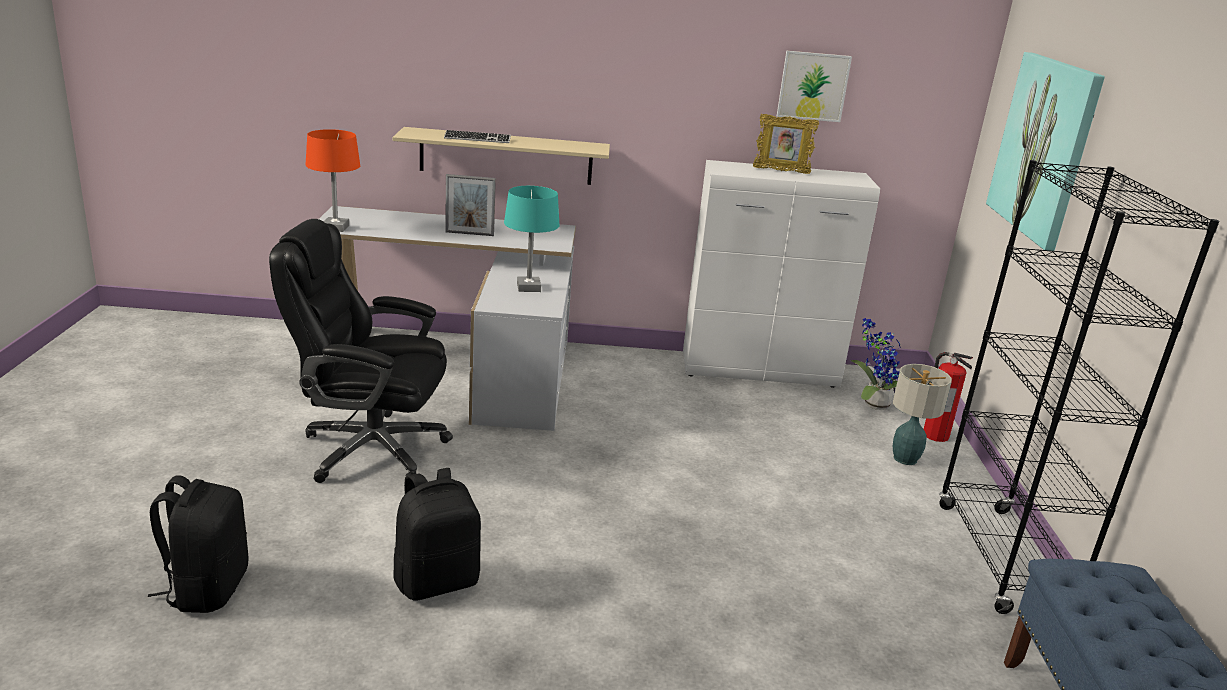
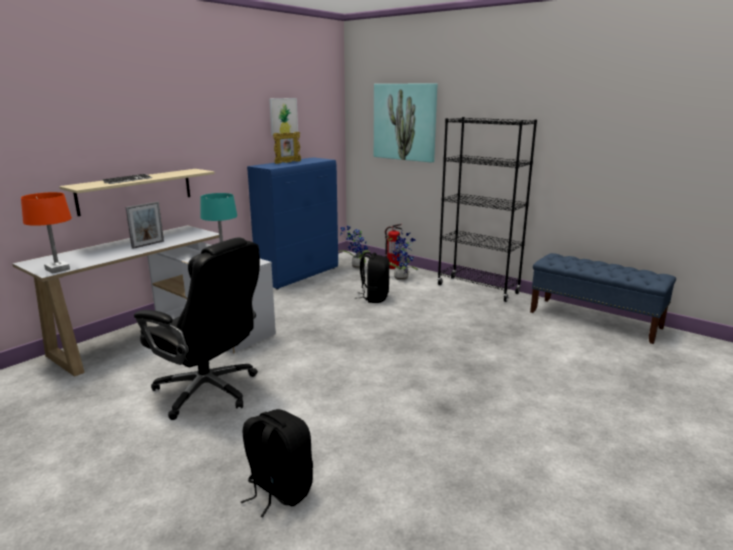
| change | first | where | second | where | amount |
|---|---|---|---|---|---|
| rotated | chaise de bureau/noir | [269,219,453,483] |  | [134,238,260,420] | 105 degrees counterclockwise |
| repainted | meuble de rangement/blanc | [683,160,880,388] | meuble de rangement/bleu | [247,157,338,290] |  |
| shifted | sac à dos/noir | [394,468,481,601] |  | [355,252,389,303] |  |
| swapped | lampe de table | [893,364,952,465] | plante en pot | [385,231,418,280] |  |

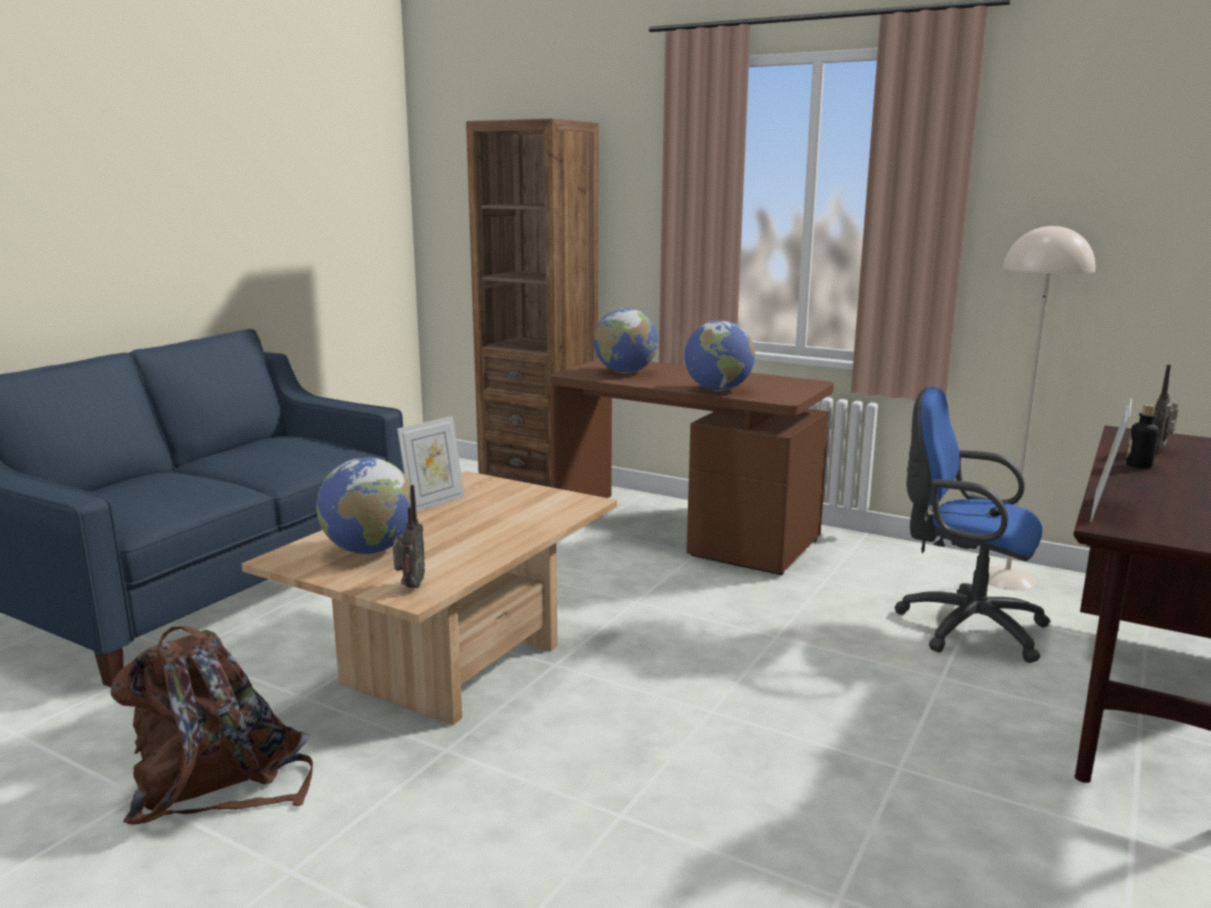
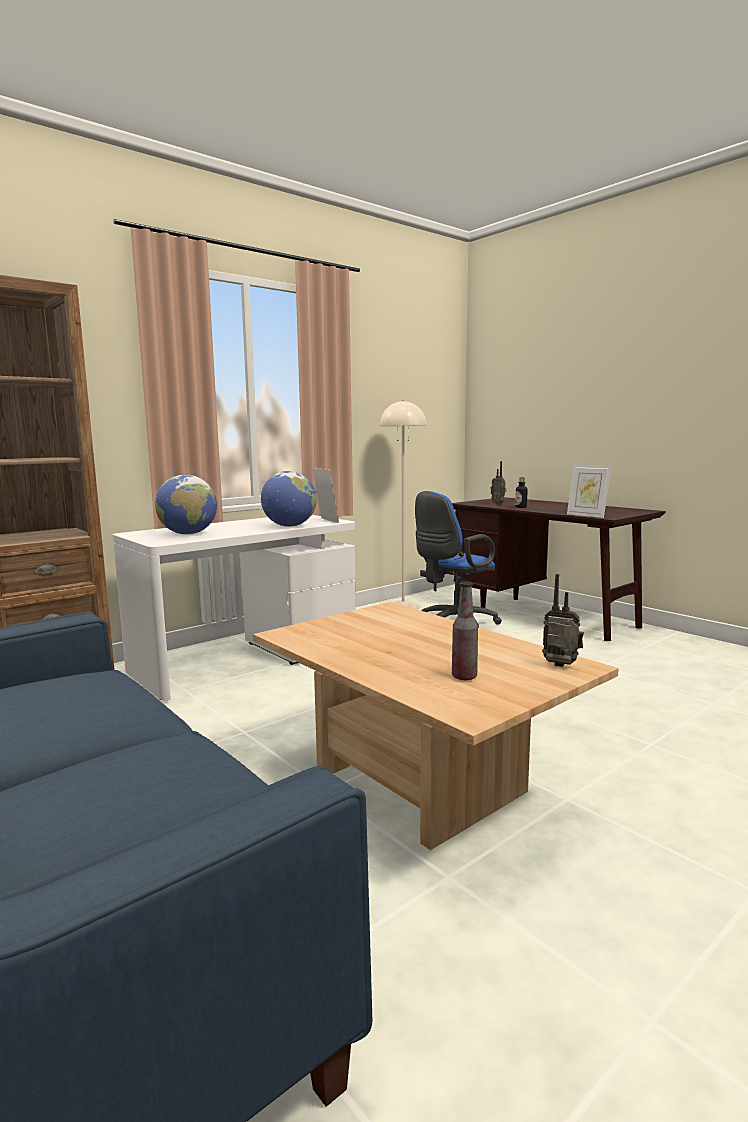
| change | first | where | second | where | amount |
|---|---|---|---|---|---|
| repainted | bureau/marron | [550,359,834,575] | bureau/blanc | [113,515,356,701] |  |
| shifted | cadre photo | [397,416,465,512] |  | [312,468,339,523] |  |
| swapped | globe | [316,457,416,554] | bouteille | [452,581,478,680] |  |
| gone | sac à dos/marron | [111,626,313,825] |  |  |  |

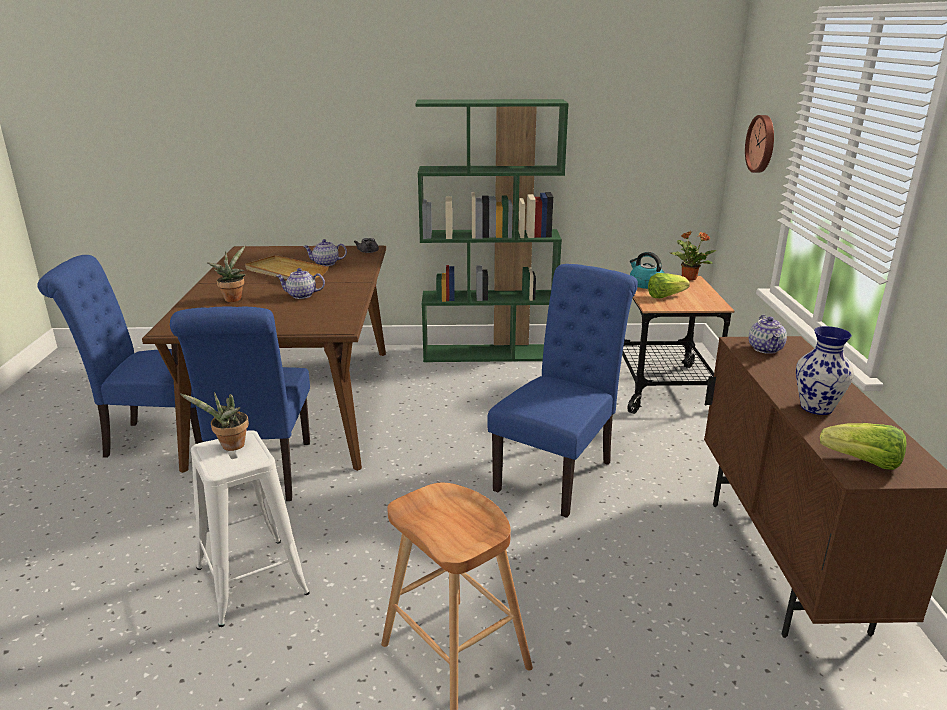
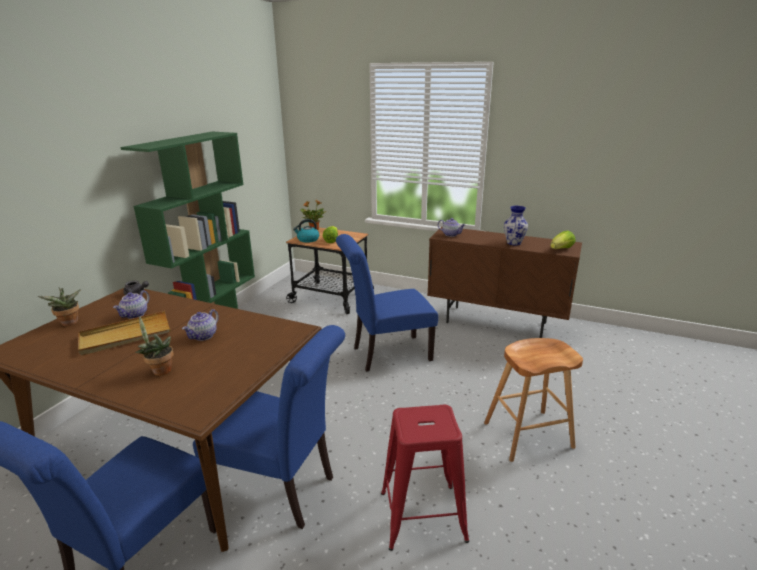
| change | first | where | second | where | amount |
|---|---|---|---|---|---|
| shifted | plante en pot | [180,392,249,451] |  | [38,287,81,326] |  |
| rotated | chaise/bleu | [487,264,638,518] |  | [336,234,438,372] | 75 degrees counterclockwise |
| repainted | tabouret/blanc | [191,430,310,627] | tabouret/rouge | [381,405,469,551] |  |
| gone | horloge murale | [745,115,774,173] |  |  |  |

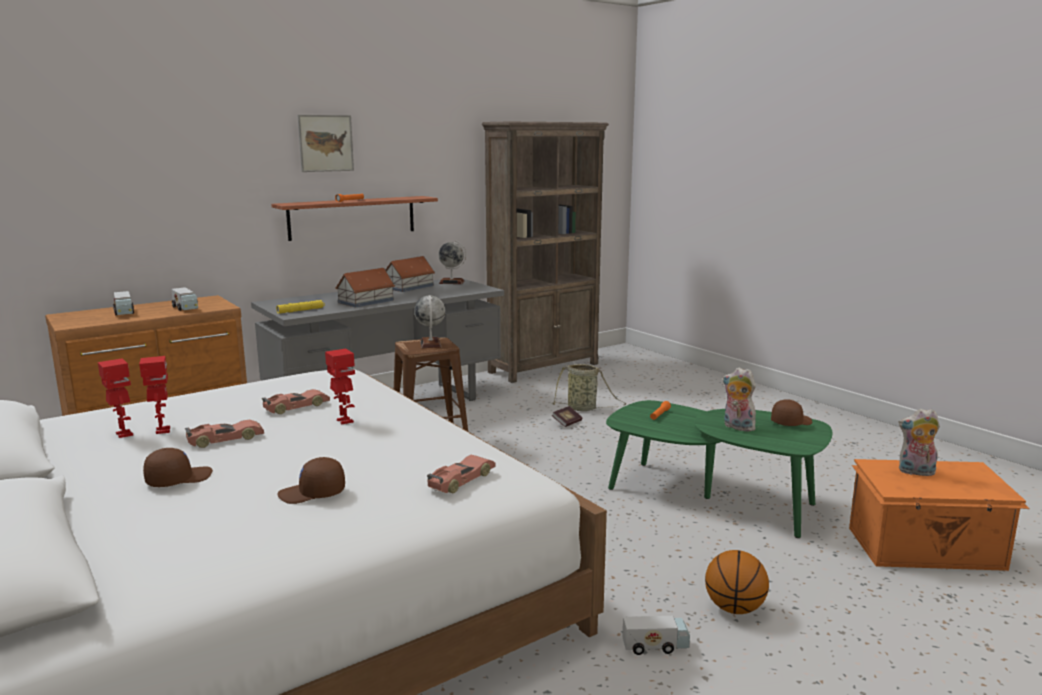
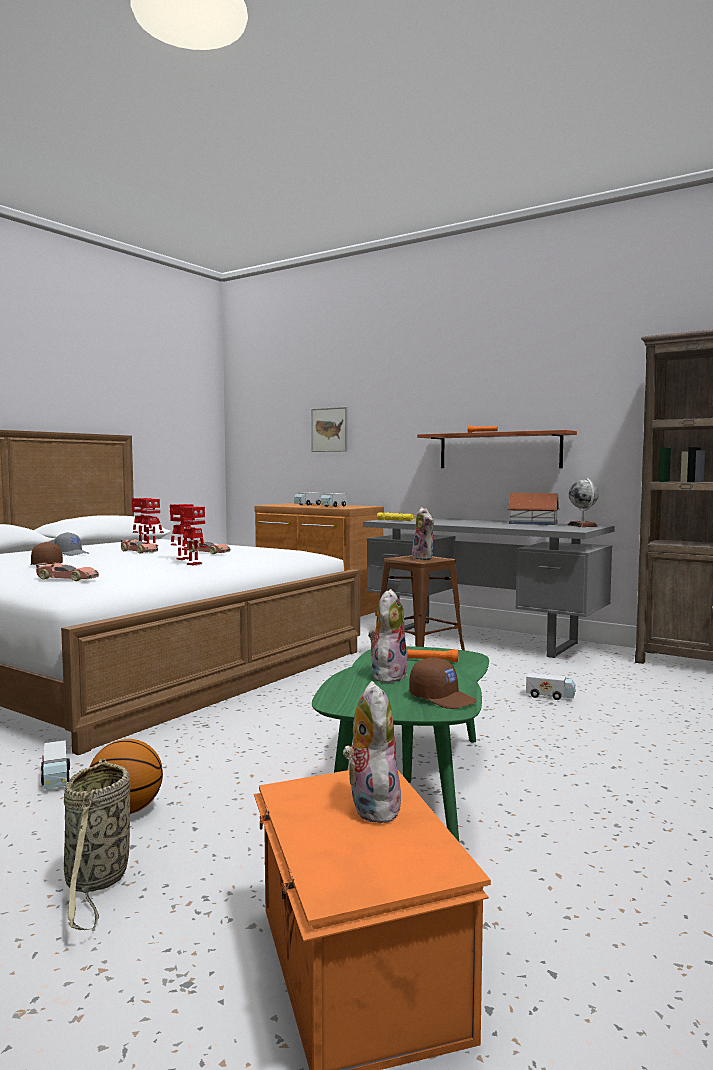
| change | first | where | second | where | amount |
|---|---|---|---|---|---|
| repainted | casquette/marron | [143,448,213,487] | casquette/gris | [54,532,89,556] |  |
| shifted | panier | [551,364,626,411] |  | [64,759,131,930] |  |
| new |  |  | robot jouet | [180,506,207,566] |  |
| shifted | tableau | [297,115,354,172] |  | [311,407,348,452] |  |
| swapped | globe | [414,295,445,348] | peluche | [412,507,435,560] |  |
| swapped | livre | [552,406,583,427] | camion jouet | [526,673,576,700] |  |
| gone | maison miniature | [335,268,395,308] |  |  |  |

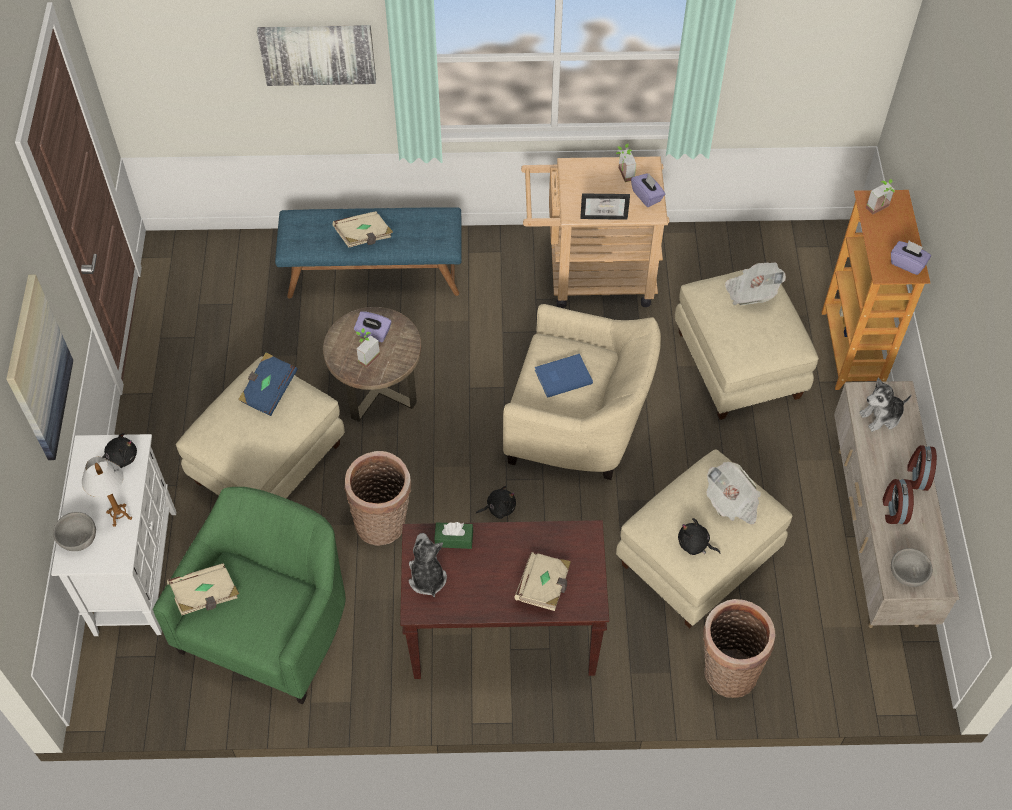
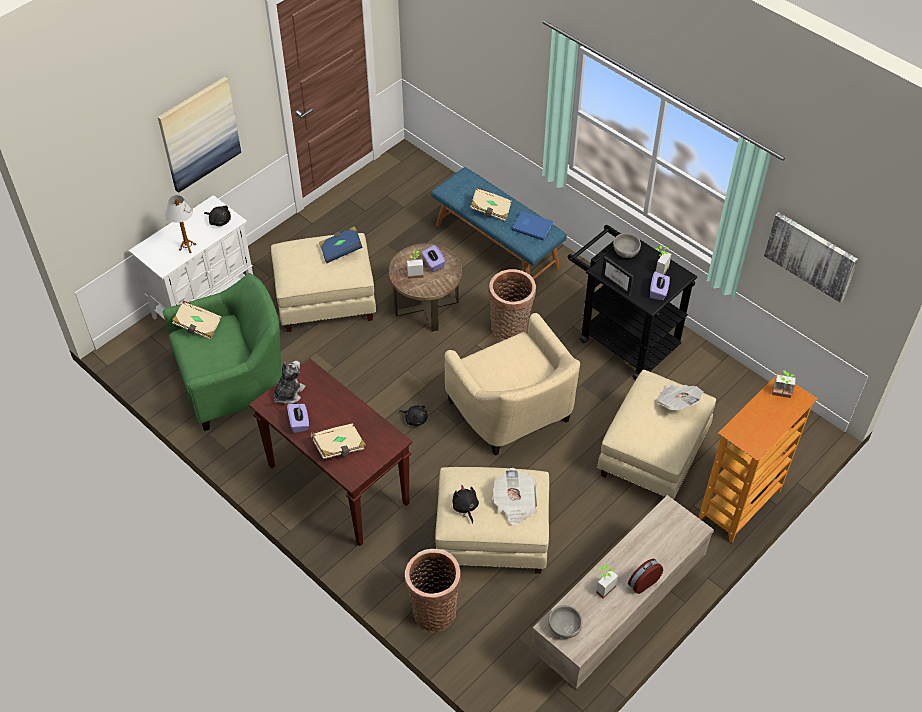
| change | first | where | second | where | amount |
|---|---|---|---|---|---|
| shifted | boîte à mouchoirs/violet | [891,240,931,275] |  | [287,404,309,433] |  |
| shifted | panier | [344,451,411,546] |  | [488,269,536,340] |  |
| shifted | livre/bleu | [535,354,593,398] |  | [512,211,554,241] |  |
| repainted | chariot/beige | [521,156,669,308] | chariot/noir | [568,225,697,380] |  |
| swapped | réveil | [883,479,914,524] | plante en pot | [596,564,618,599] |  |
| shifted | bol/gris | [53,512,96,551] |  | [613,233,641,258] |  |
| shifted | tableau | [257,25,376,86] |  | [764,212,858,303] |  |
| gone | boîte à mouchoirs/vert | [434,522,473,549] |  |  |  |
| gone | peluche | [859,378,911,432] |  |  |  |

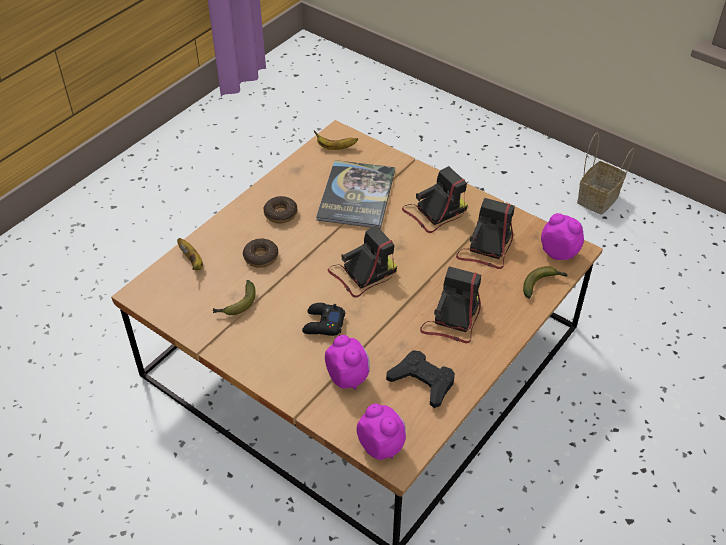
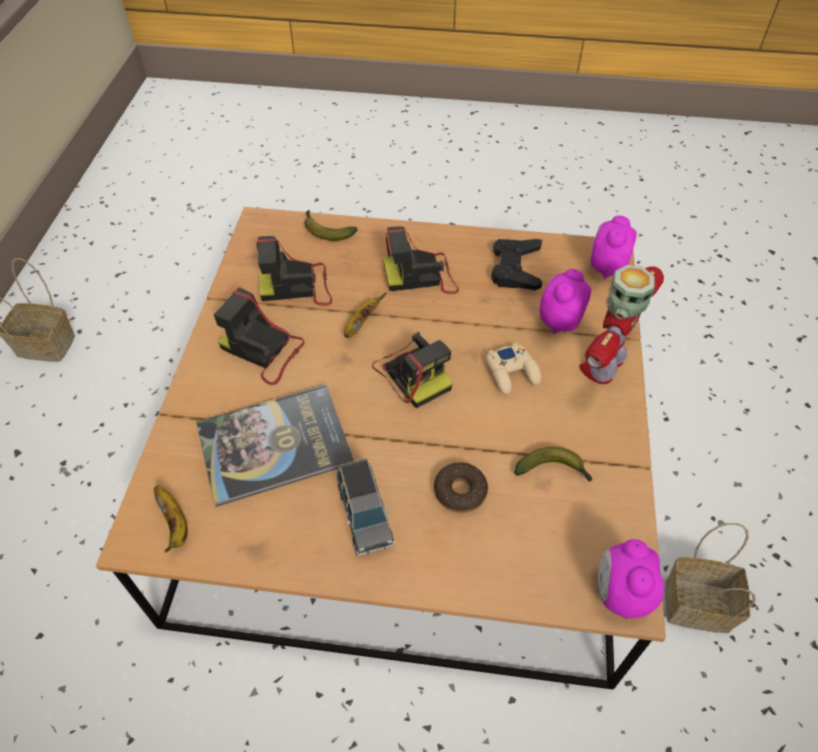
| change | first | where | second | where | amount |
|---|---|---|---|---|---|
| swapped | beignet | [263,196,297,223] | petite voiture/gris | [337,458,394,555] |  |
| shifted | banane | [177,238,203,271] |  | [344,293,386,338] |  |
| rotated | appareil photo | [328,225,397,298] |  | [372,332,453,408] | 150 degrees counterclockwise |
| repainted | manette/noir | [302,303,345,336] | manette/beige | [486,343,541,395] |  |
| new |  |  | robot jouet | [579,265,664,384] |  |
| shifted | réveil | [541,213,584,260] |  | [598,539,664,619] |  |
| new |  |  | panier | [665,523,756,633] |  |

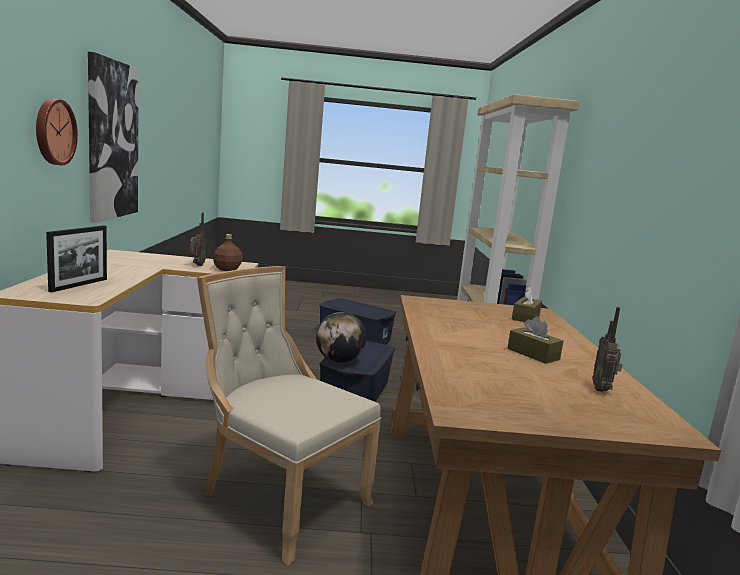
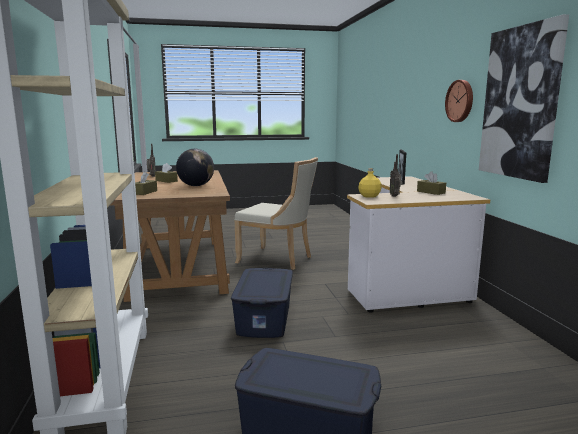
| change | first | where | second | where | amount |
|---|---|---|---|---|---|
| shifted | globe | [316,312,366,363] |  | [176,149,214,186] |  |
| repainted | bouteille/marron | [213,234,243,271] | bouteille/jaune | [358,168,382,198] |  |
| new |  |  | boîte à mouchoirs/marron | [417,171,446,195] |  |

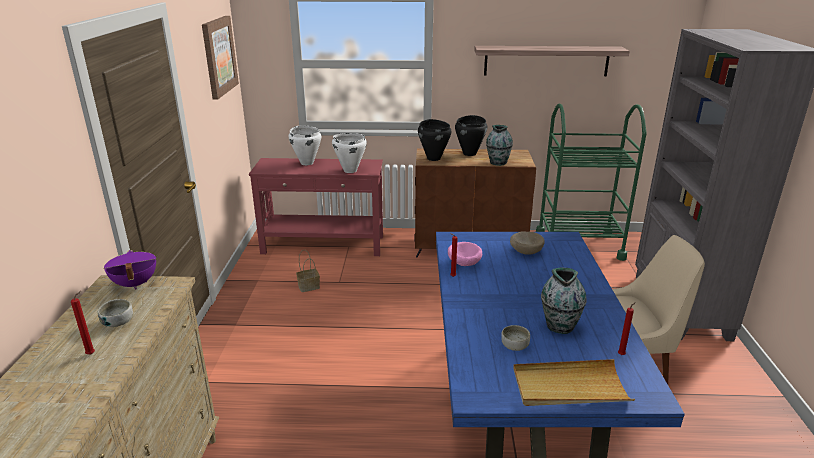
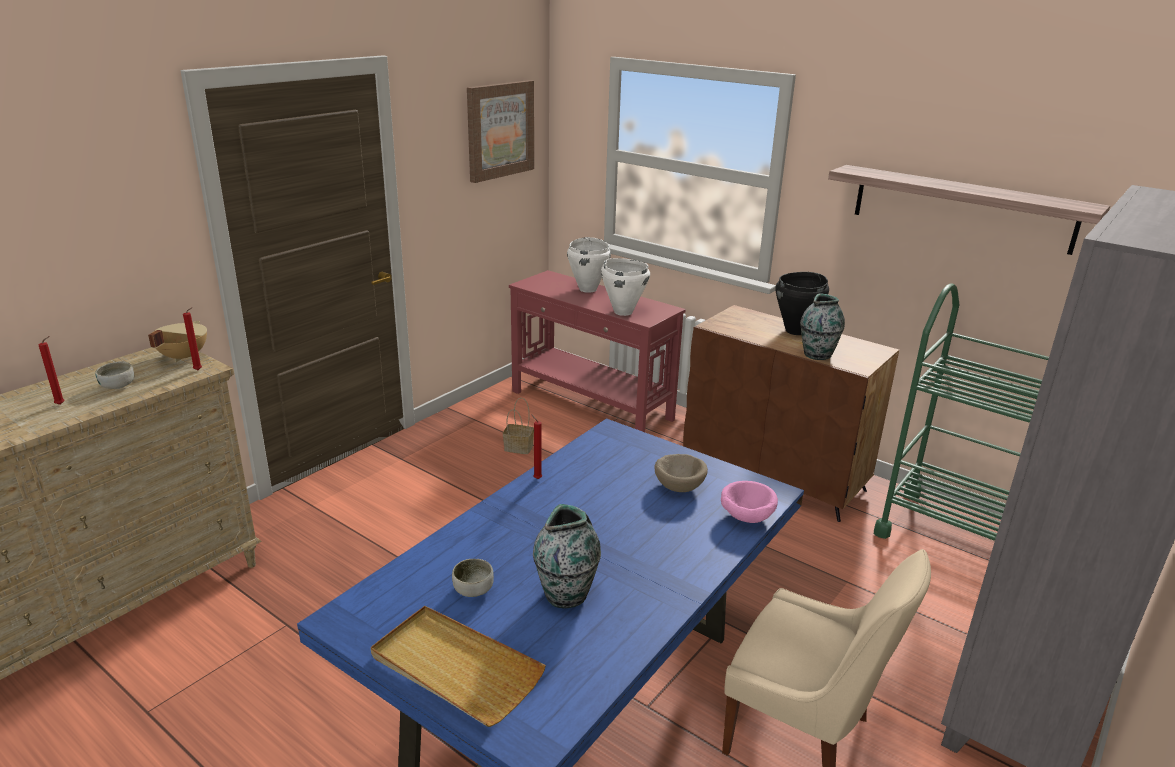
| change | first | where | second | where | amount |
|---|---|---|---|---|---|
| repainted | marmite/violet | [104,250,156,289] | marmite/beige | [148,321,207,362] |  |
| shifted | bougie/rouge | [618,302,636,355] |  | [183,307,202,370] |  |
| shifted | bol/rose | [448,242,482,266] |  | [721,481,778,523] |  |
| gone | marmite/noir | [418,119,452,161] |  |  |  |

